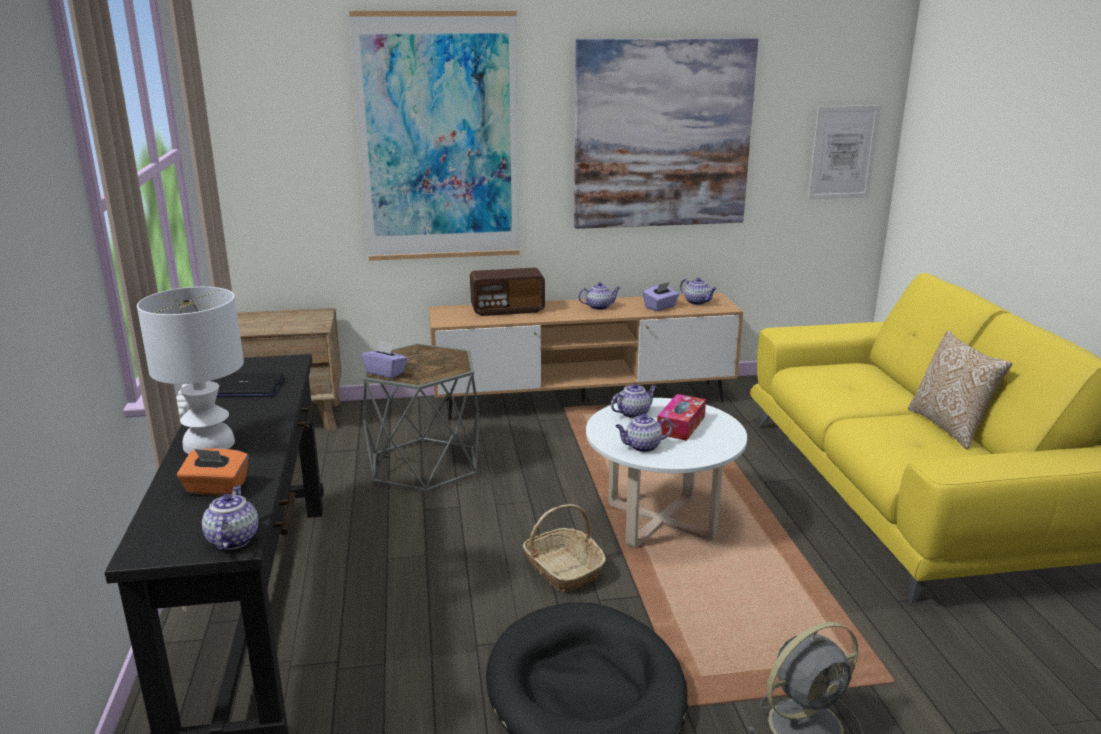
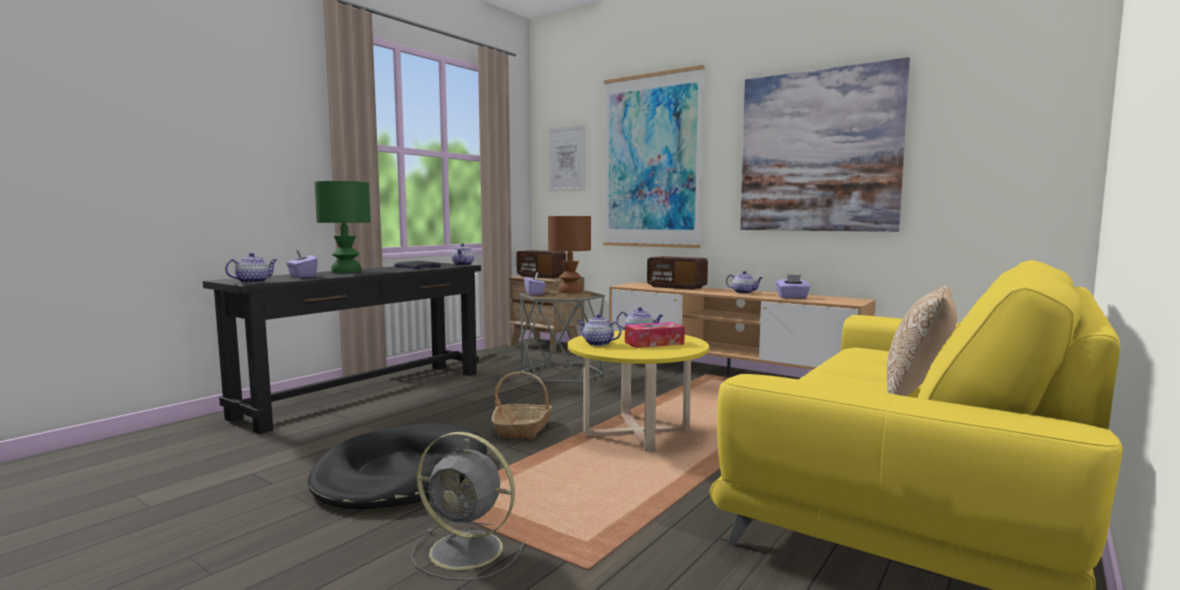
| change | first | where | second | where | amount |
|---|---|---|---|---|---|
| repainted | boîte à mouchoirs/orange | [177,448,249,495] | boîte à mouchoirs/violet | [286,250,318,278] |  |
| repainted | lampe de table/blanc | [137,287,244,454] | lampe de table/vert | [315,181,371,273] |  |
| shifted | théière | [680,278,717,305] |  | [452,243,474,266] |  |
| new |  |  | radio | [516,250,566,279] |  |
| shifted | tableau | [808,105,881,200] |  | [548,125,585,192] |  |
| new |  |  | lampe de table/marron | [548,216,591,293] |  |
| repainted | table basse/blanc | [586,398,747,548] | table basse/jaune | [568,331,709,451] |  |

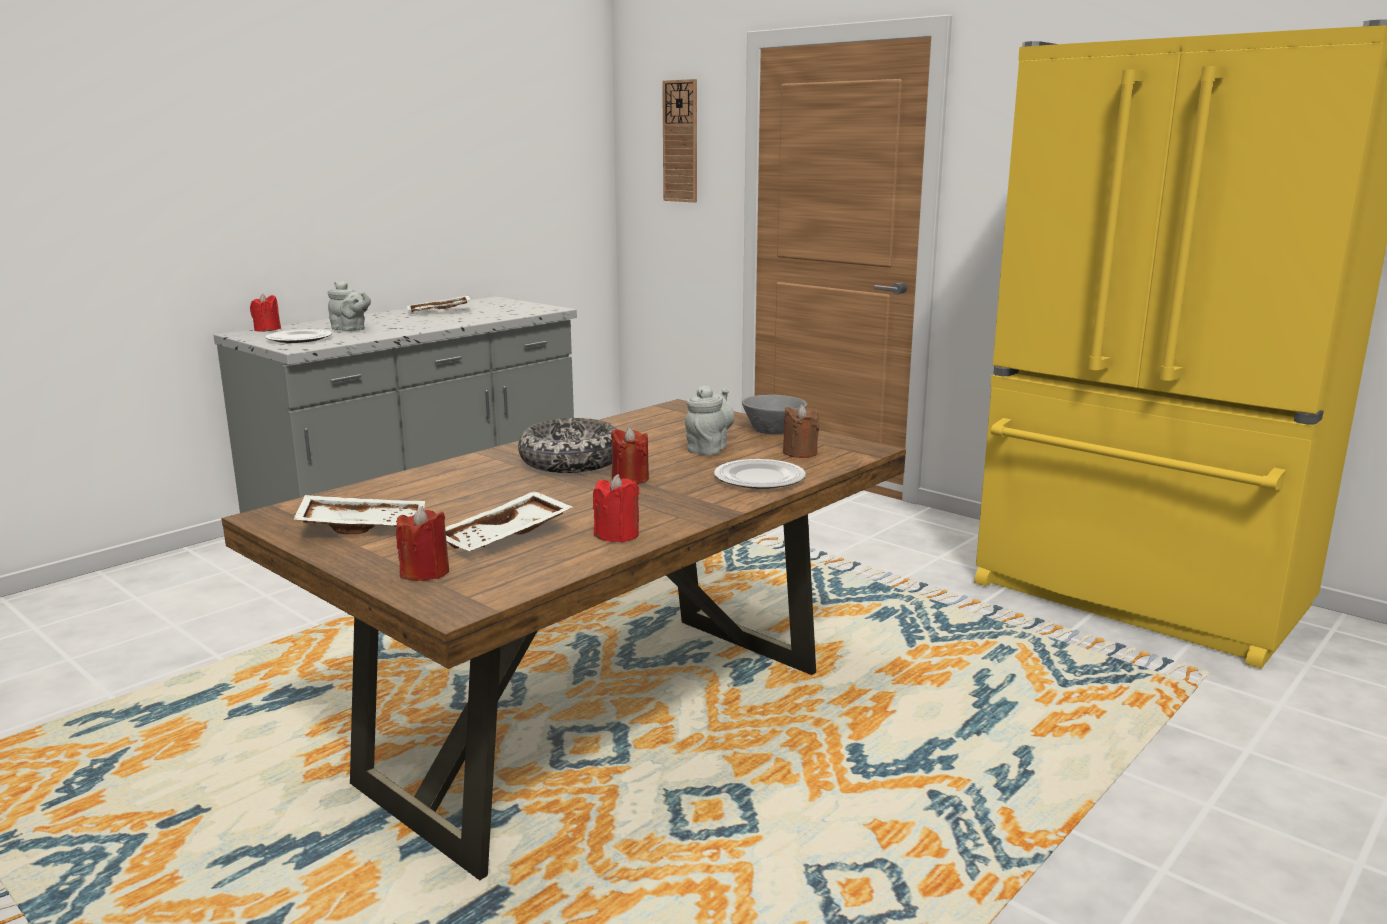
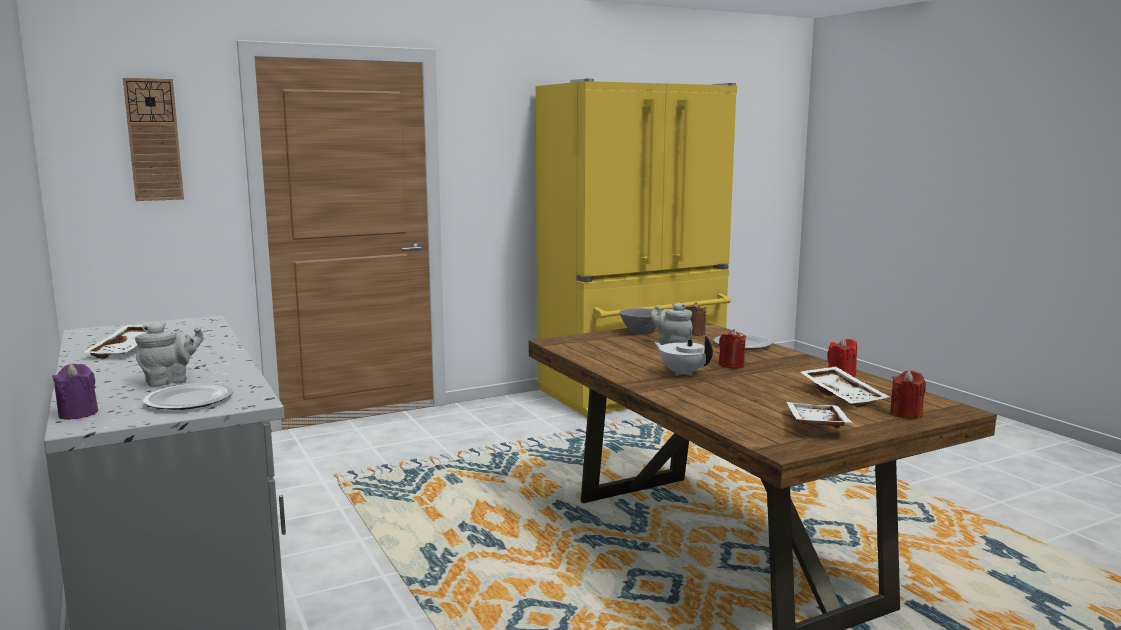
| change | first | where | second | where | amount |
|---|---|---|---|---|---|
| repainted | bougie/rouge | [250,294,281,331] | bougie/violet | [52,364,98,420] |  |
| swapped | bol | [518,418,618,473] | théière/blanc | [654,336,713,376] |  |

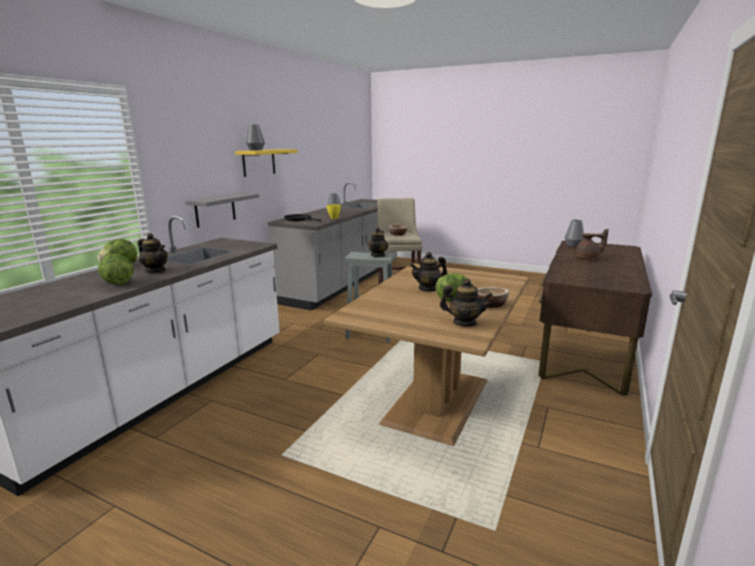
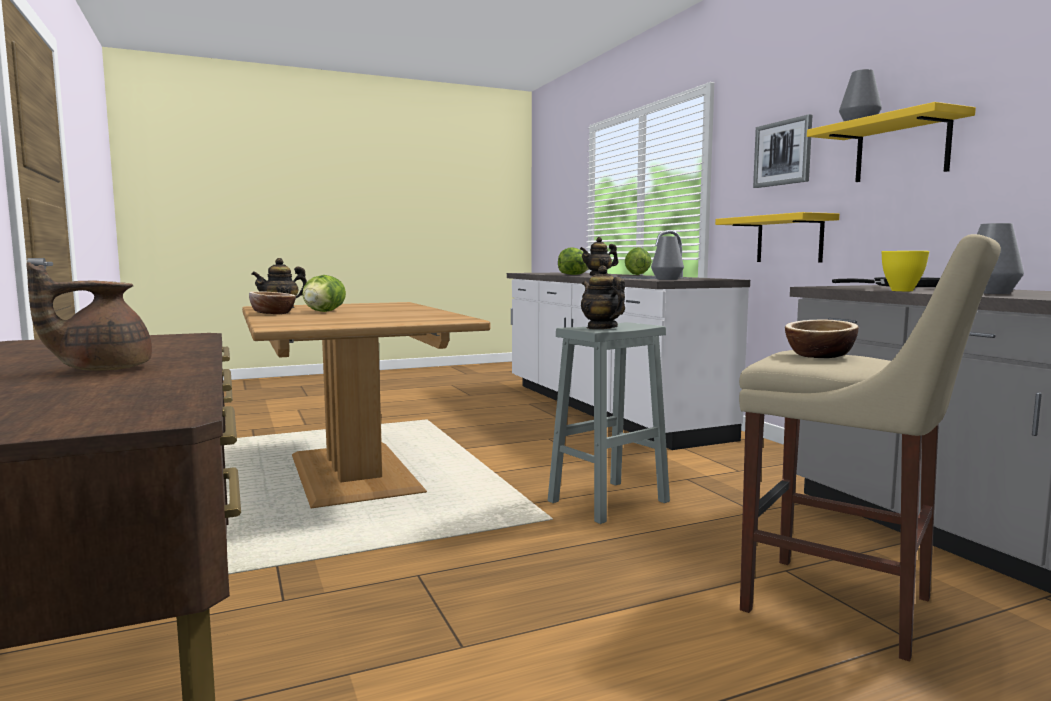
| change | first | where | second | where | amount |
|---|---|---|---|---|---|
| shifted | vase/gris | [564,220,584,247] |  | [651,236,684,280] |  |
| repainted | étagère/gris | [185,193,259,228] | étagère/jaune | [715,212,839,263] |  |
| new |  |  | tableau | [753,114,812,188] |  |
| gone | théière | [410,252,447,292] |  |  |  |

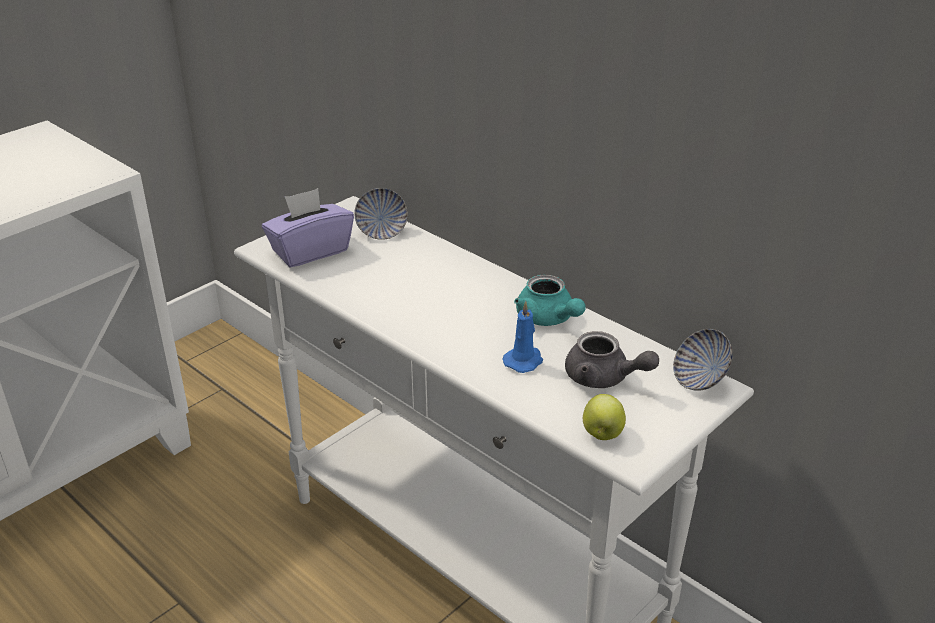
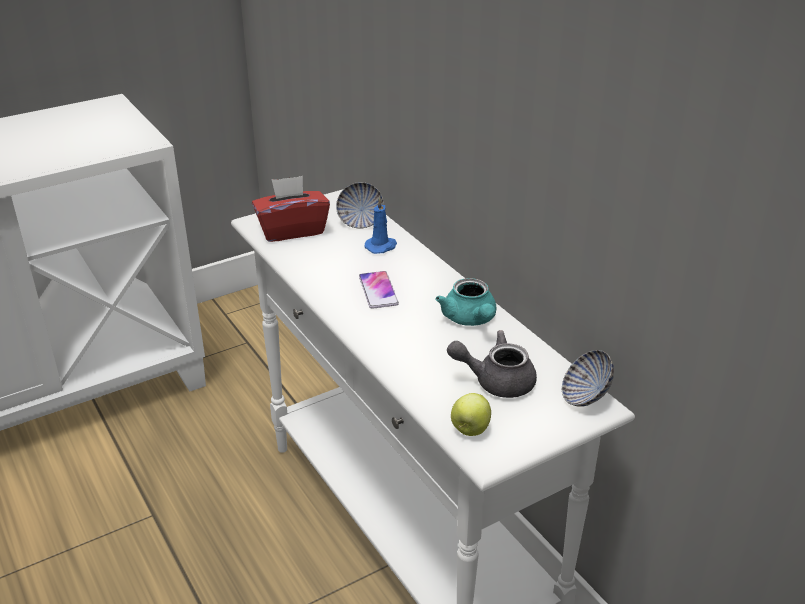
| change | first | where | second | where | amount |
|---|---|---|---|---|---|
| repainted | boîte à mouchoirs/violet | [262,188,354,267] | boîte à mouchoirs/rouge | [252,176,330,242] |  |
| new |  |  | téléphone | [359,271,399,309] |  |
| shifted | bougie/bleu | [502,301,543,373] |  | [365,197,397,254] |  |
| rotated | théière/gris | [565,331,659,388] |  | [447,330,537,398] | 135 degrees clockwise |

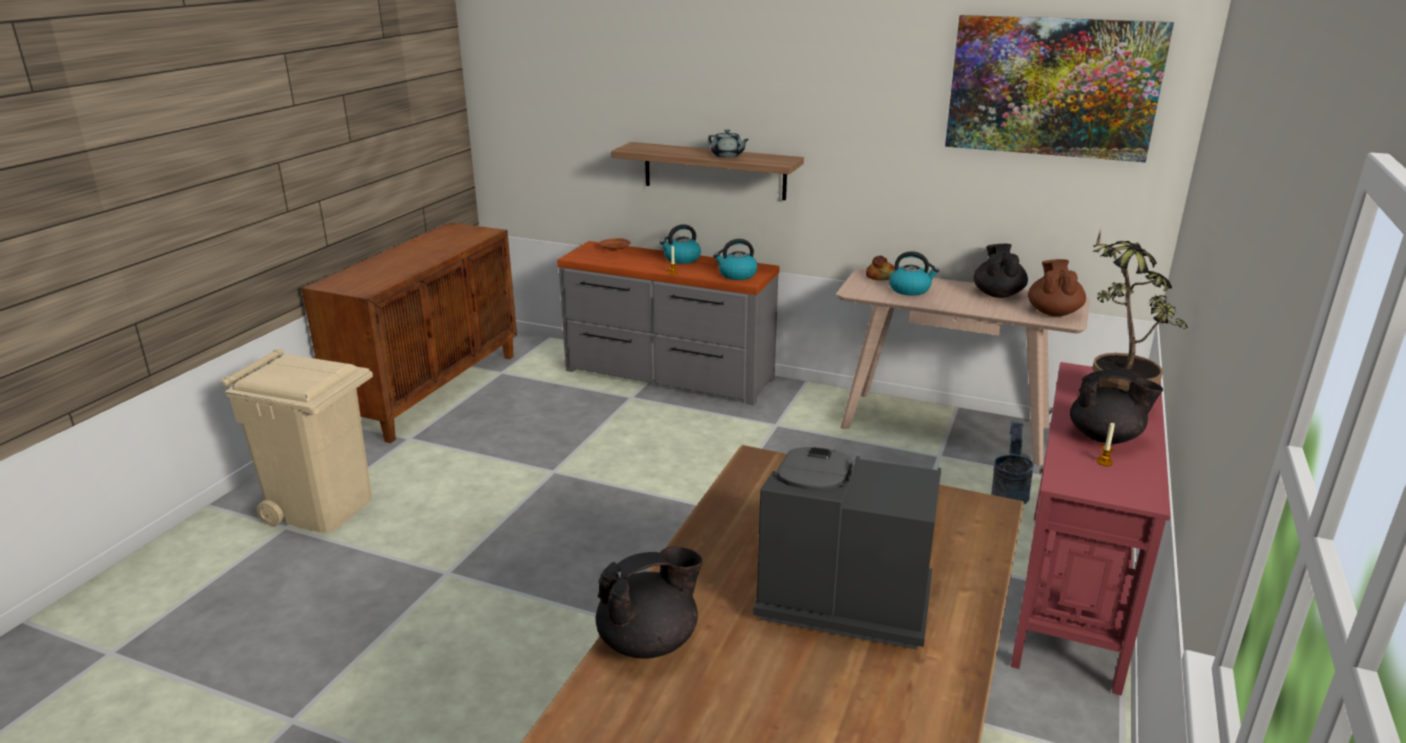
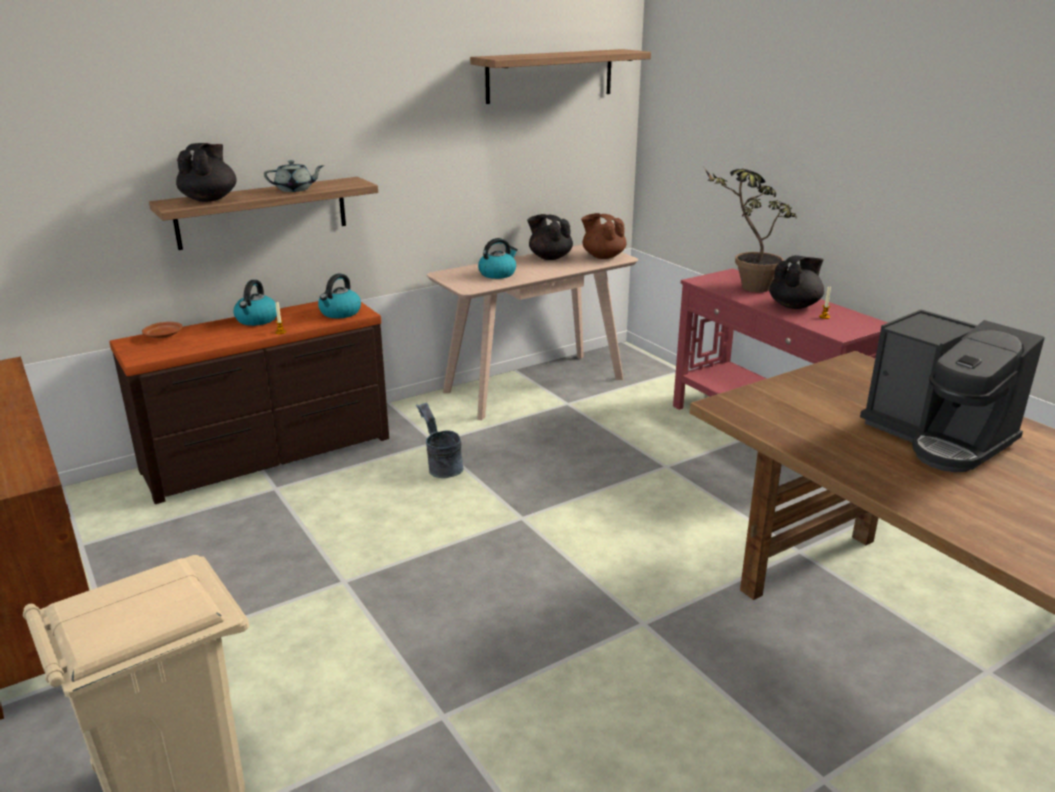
| change | first | where | second | where | amount |
|---|---|---|---|---|---|
| repainted | commode/gris | [557,241,780,406] | commode/marron | [109,301,389,504] |  |
| shifted | théière/noir | [596,547,702,658] |  | [176,143,237,202] |  |
| shifted | seau/gris | [991,420,1034,505] |  | [416,403,463,478] |  |
| swapped | tableau | [945,15,1174,163] | étagère | [470,49,651,104] |  |
| rotated | machine à café | [753,447,941,650] |  | [860,310,1045,472] | 90 degrees counterclockwise |
| gone | pain | [866,256,895,280] |  |  |  |

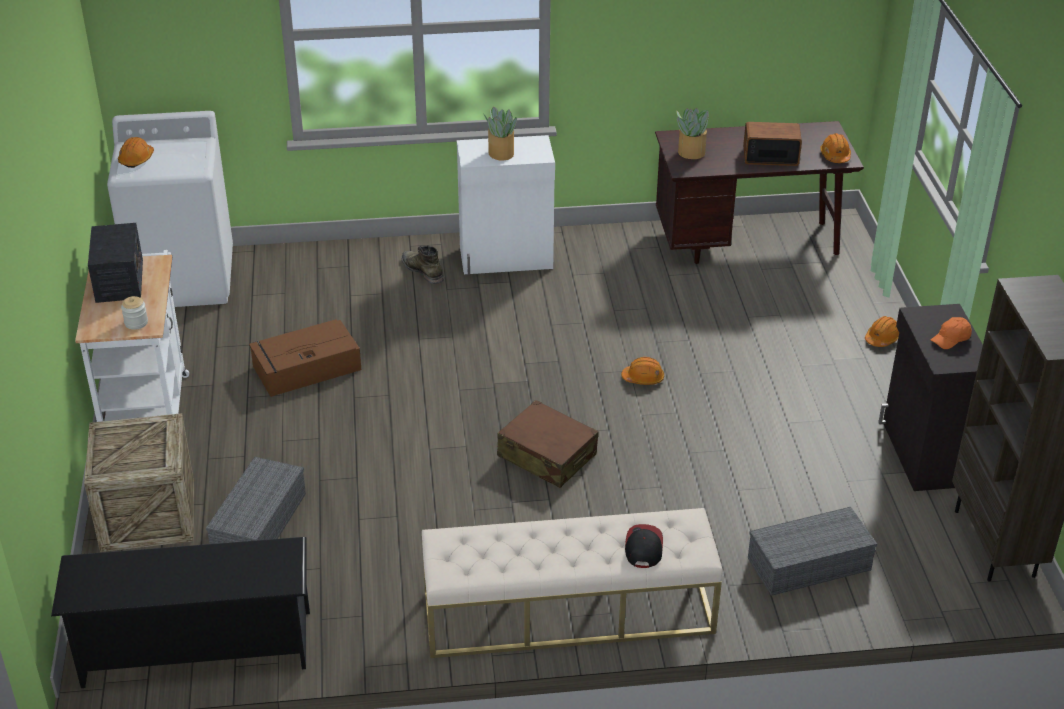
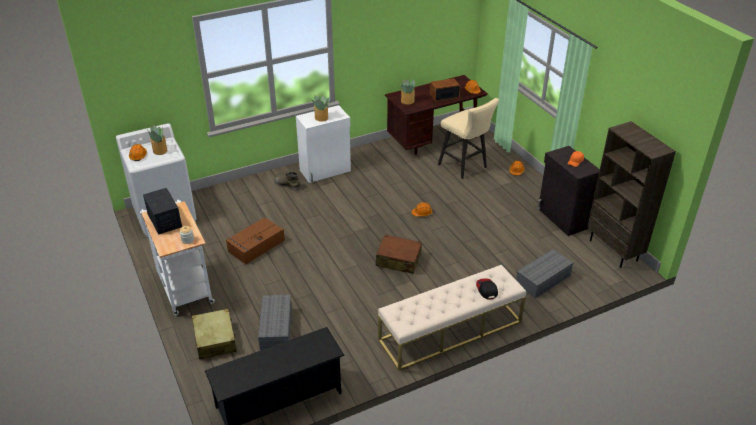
| change | first | where | second | where | amount |
|---|---|---|---|---|---|
| new |  |  | plante en pot | [148,125,168,155] |  |
| swapped | caisse | [84,413,194,552] | valise/beige | [192,309,237,360] |  |
| new |  |  | tabouret/beige | [438,98,499,179] |  |

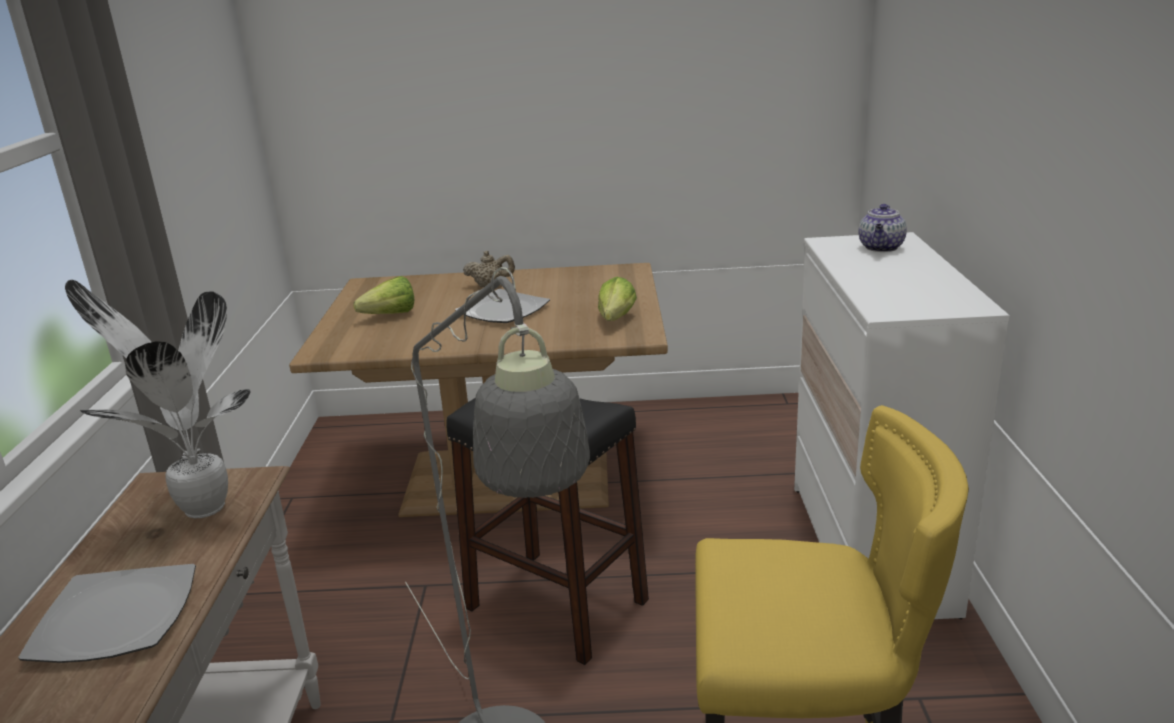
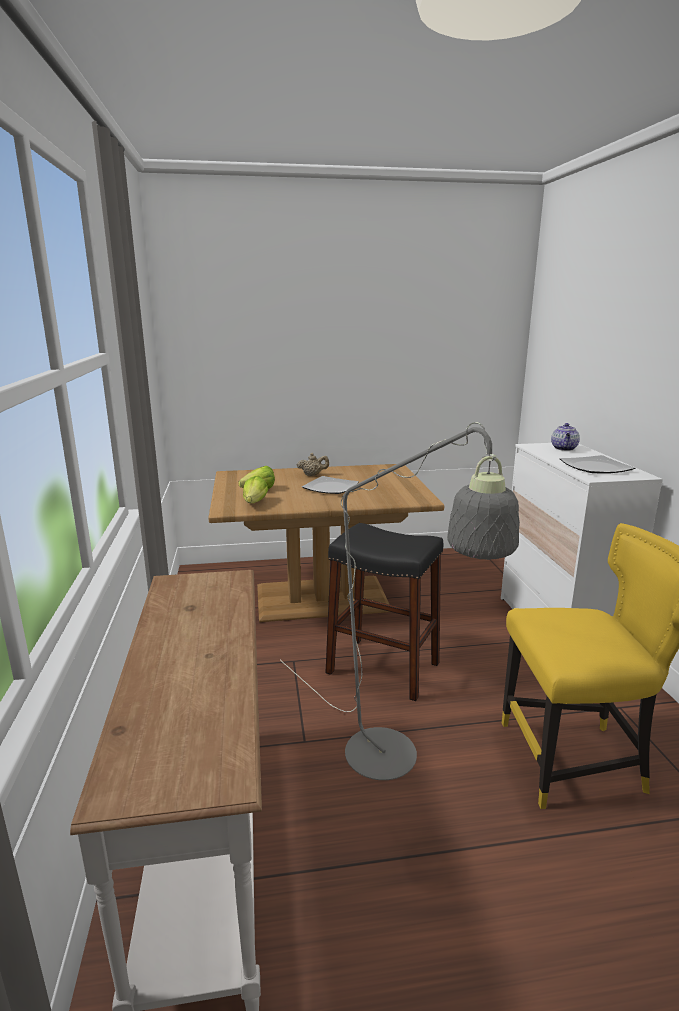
| change | first | where | second | where | amount |
|---|---|---|---|---|---|
| shifted | laitue | [598,277,637,321] |  | [243,476,268,503] |  |
| shifted | assiette | [18,564,196,663] |  | [560,455,636,474] |  |
| gone | plante en pot | [65,280,251,518] |  |  |  |

